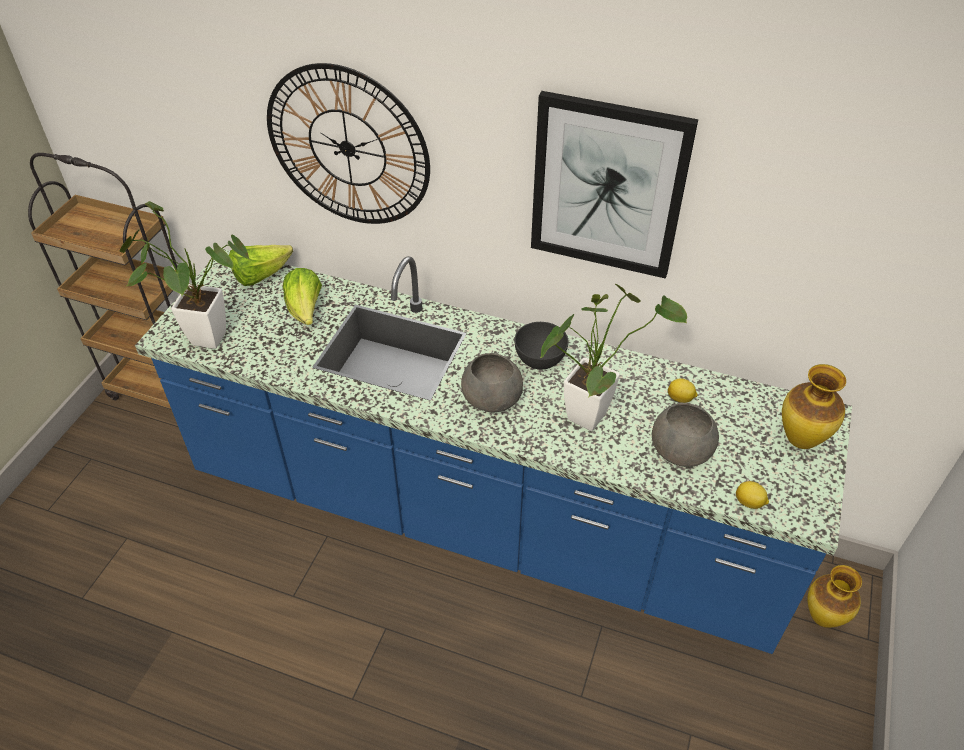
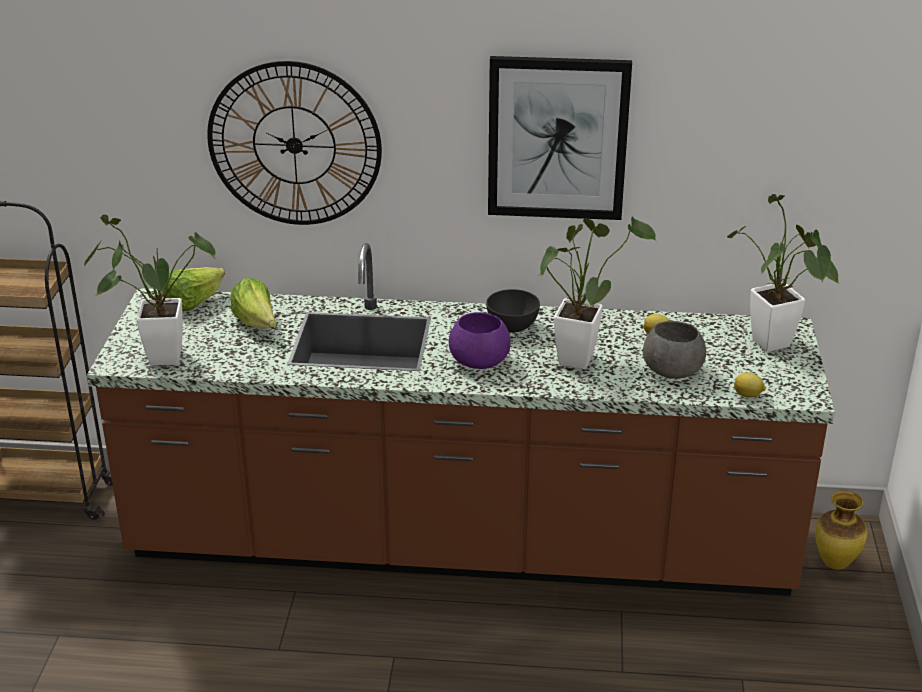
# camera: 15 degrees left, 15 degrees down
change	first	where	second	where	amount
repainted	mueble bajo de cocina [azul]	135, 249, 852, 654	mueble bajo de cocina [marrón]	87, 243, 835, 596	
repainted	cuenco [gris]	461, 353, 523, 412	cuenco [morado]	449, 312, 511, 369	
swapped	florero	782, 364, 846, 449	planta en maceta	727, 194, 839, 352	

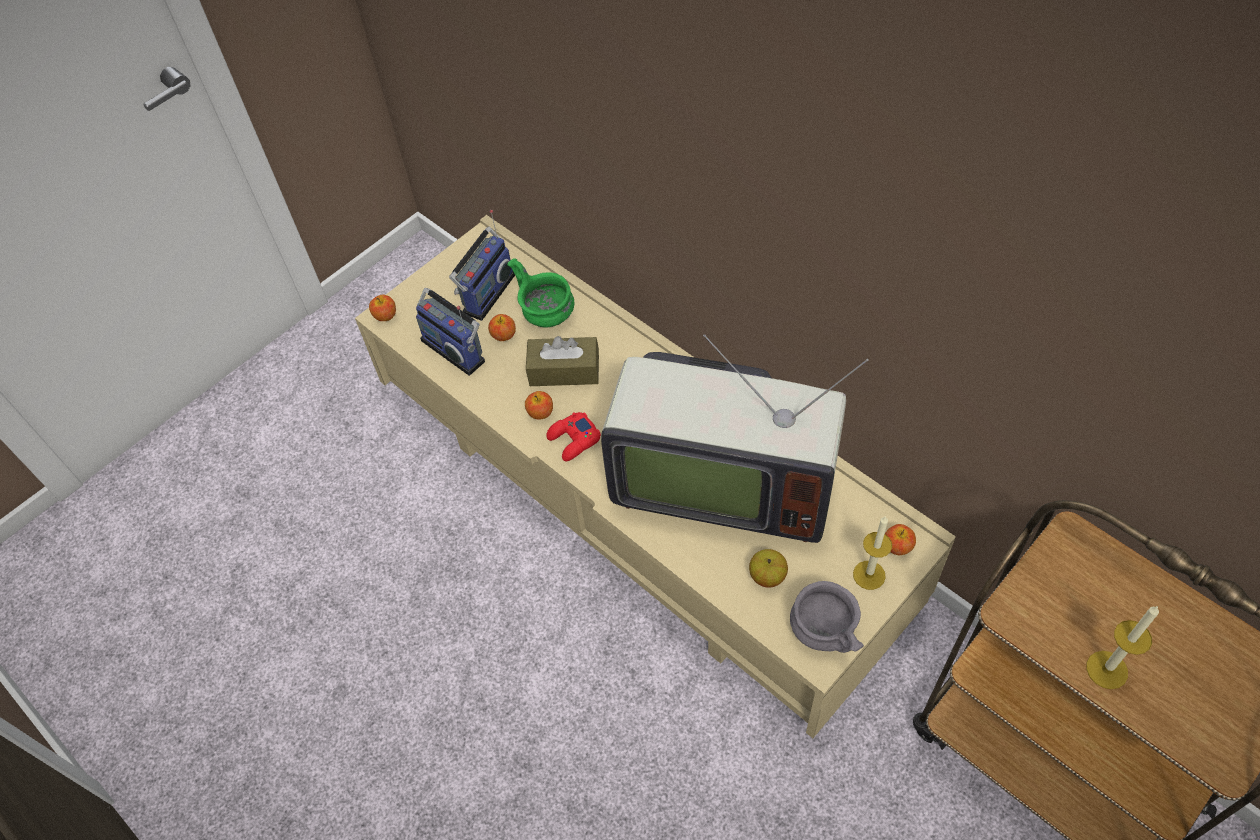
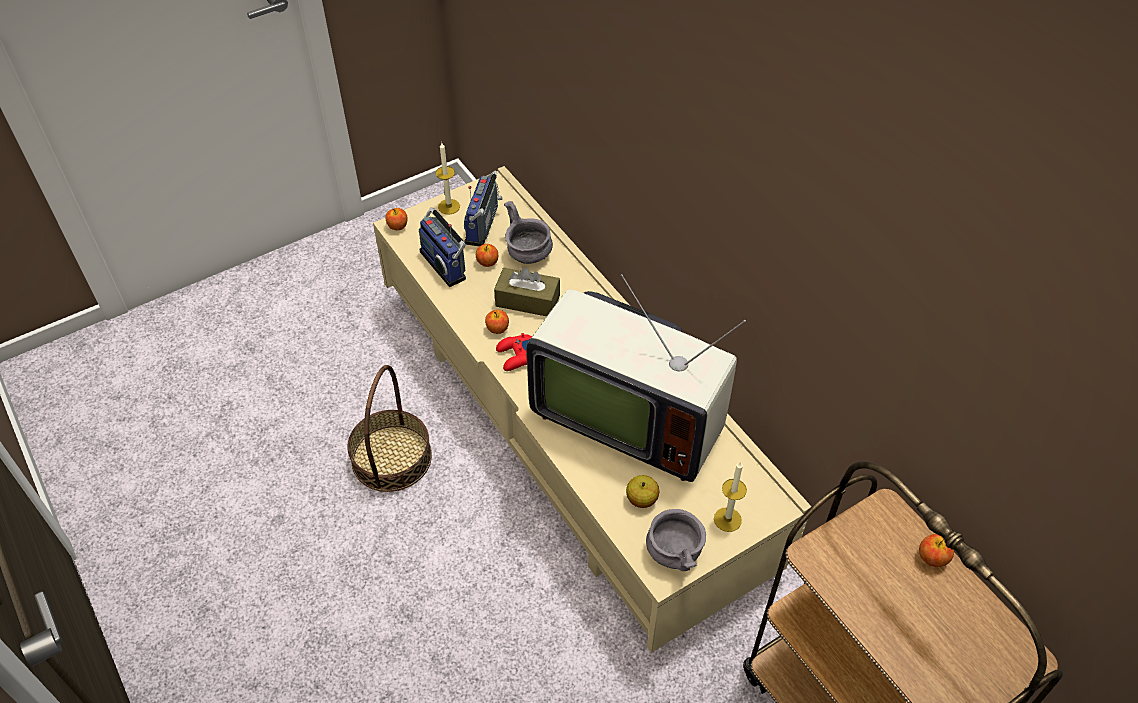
# camera: 10 degrees right, 5 degrees down
change	first	where	second	where	amount
new			cesta	347, 365, 432, 492	
shifted	vela	1086, 606, 1159, 689		435, 143, 460, 215	
rotated	radio	449, 210, 515, 321		464, 171, 503, 246	150 degrees clockwise
repainted	cuenco [verde]	507, 259, 575, 328	cuenco [gris]	504, 201, 553, 264	
shifted	manzana	885, 524, 916, 555		919, 534, 954, 567	

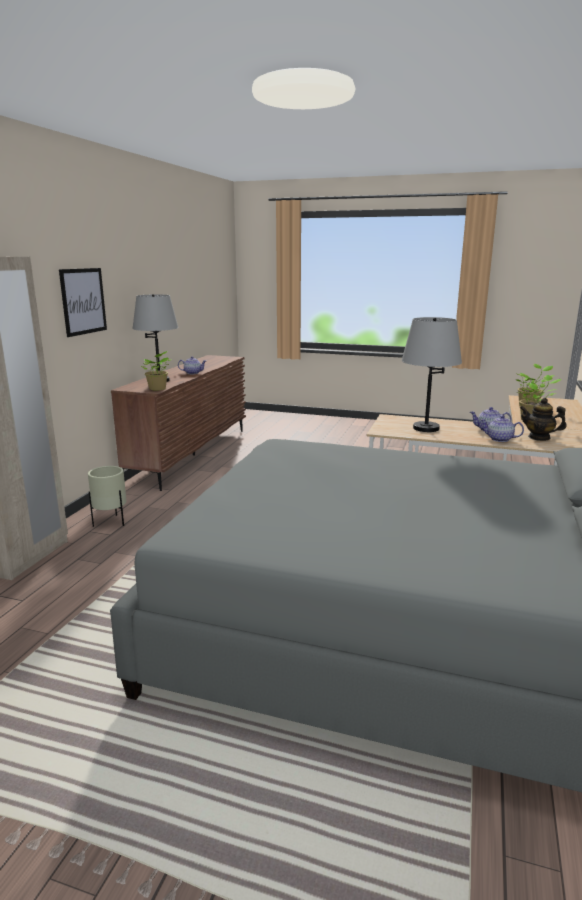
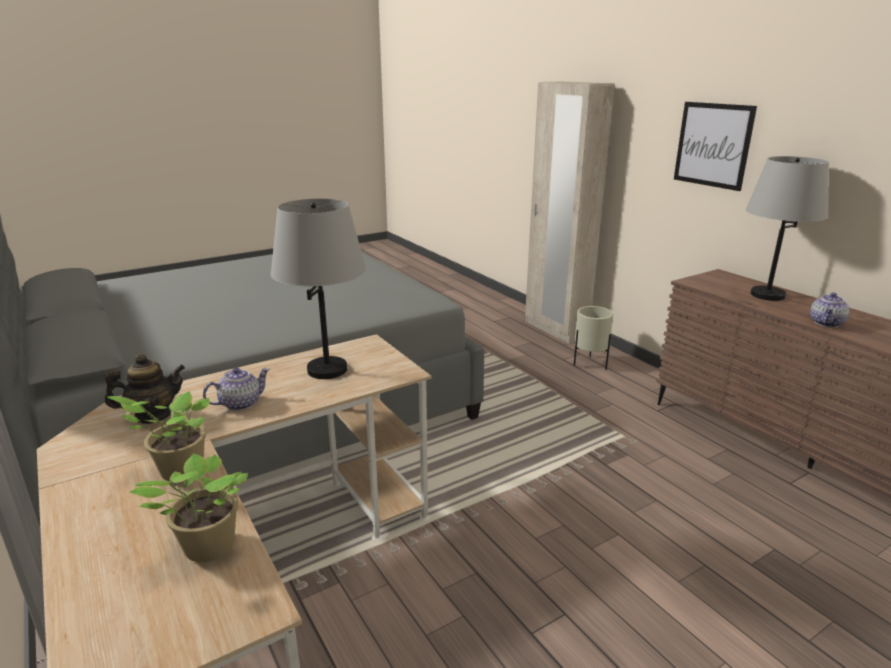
# camera: 130 degrees right, 5 degrees up
change	first	where	second	where	amount
gone	planta en maceta	141, 351, 172, 391			
gone	tetera	480, 415, 524, 442			

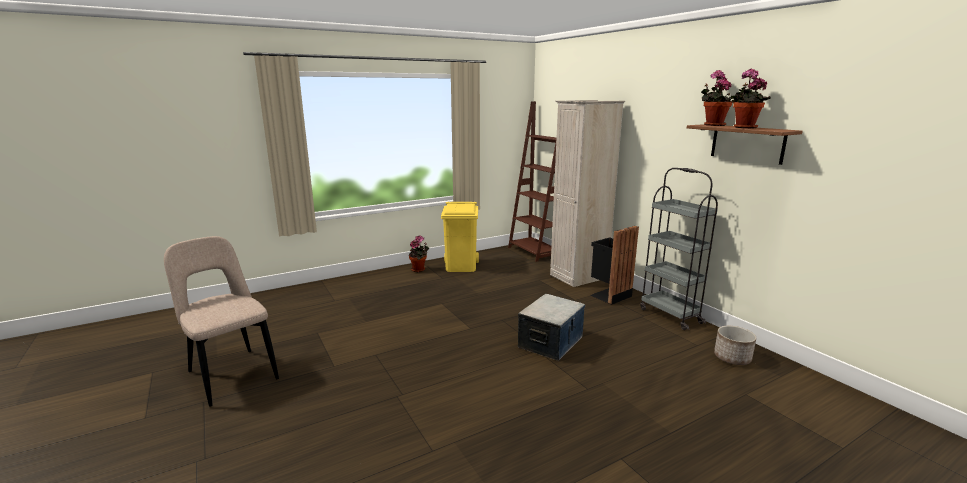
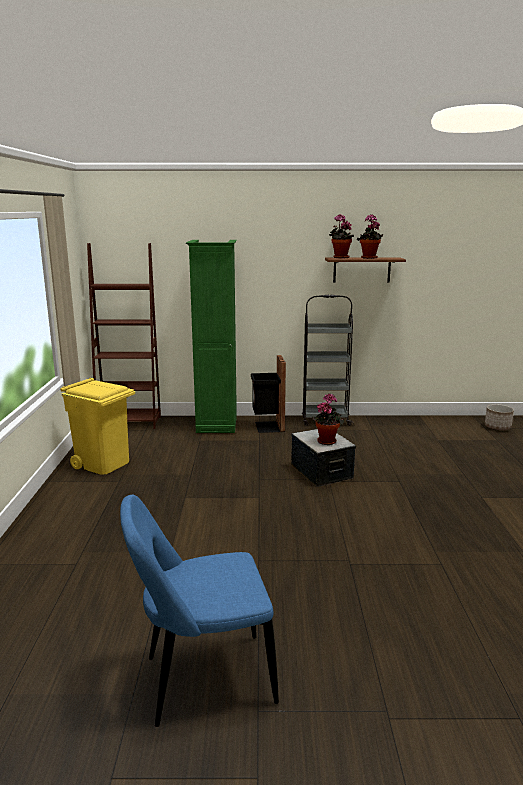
# camera: 60 degrees left, 0 degrees up
change	first	where	second	where	amount
repainted	silla [beis]	164, 236, 279, 407	silla [azul]	120, 495, 279, 727	
repainted	armario [beis]	550, 100, 625, 287	armario [verde]	186, 240, 237, 433	
shifted	planta en maceta	409, 235, 429, 272		312, 393, 344, 445	
shifted	maceta	714, 326, 756, 365		485, 404, 514, 430	

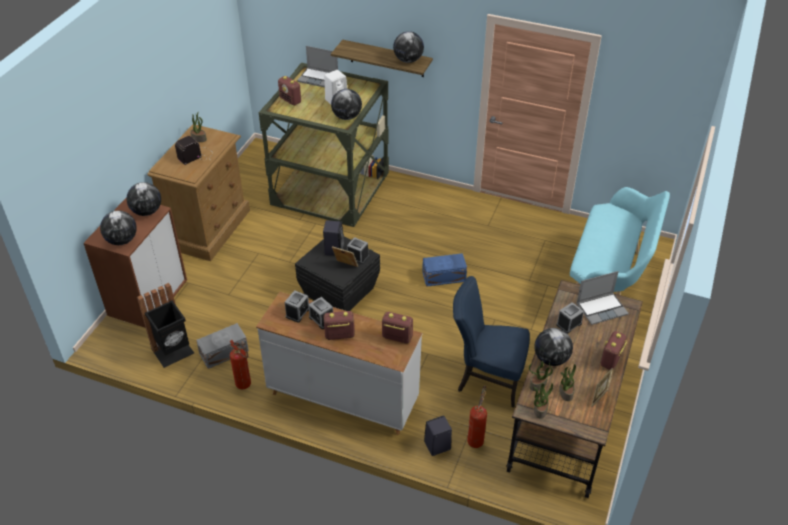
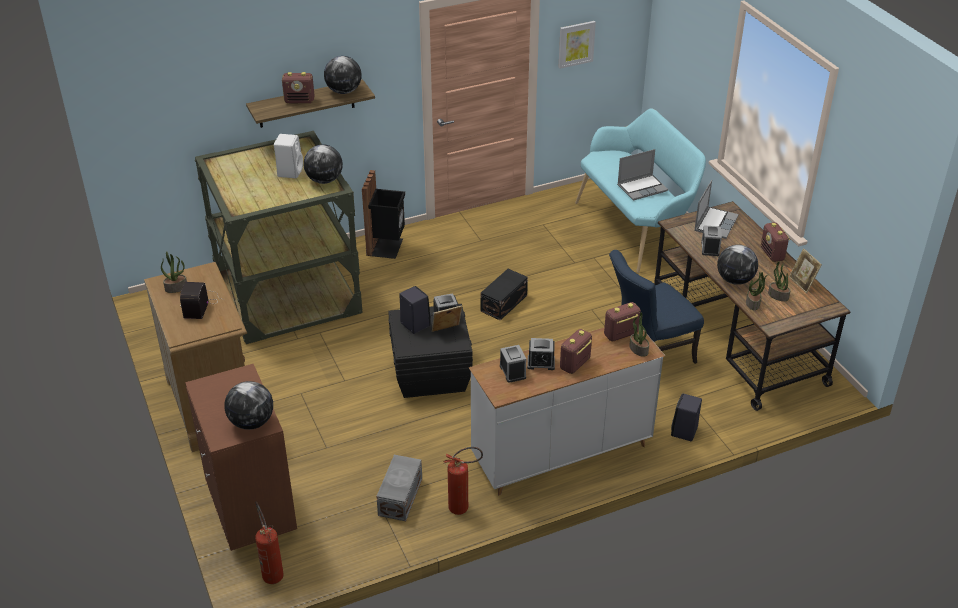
# camera: 45 degrees left, 5 degrees down
change	first	where	second	where	amount
shifted	extintor	467, 385, 487, 448		255, 501, 284, 584	
shifted	radio	278, 76, 301, 106		282, 72, 315, 103	
shifted	papelera [negro]	137, 283, 194, 368		362, 170, 405, 259	
repainted	caja de almacenaje [azul]	422, 253, 467, 287	caja de almacenaje [negro]	480, 269, 528, 320	
new			cuadro	559, 21, 596, 69	
shifted	portátil	297, 46, 338, 87		617, 149, 668, 200	
shifted	planta en maceta	534, 382, 553, 419		629, 313, 649, 357	
gone	globo terráqueo	126, 182, 161, 216			

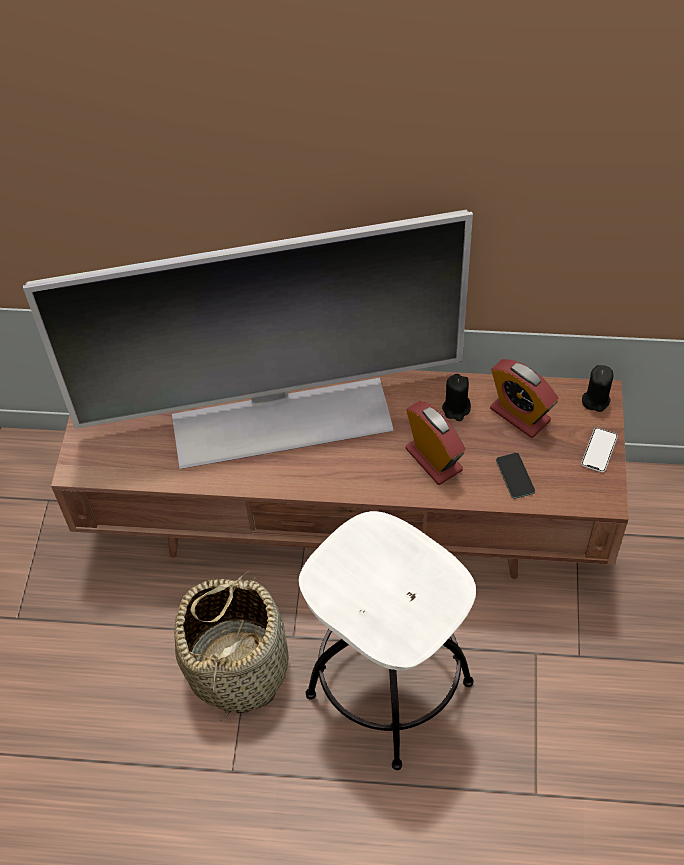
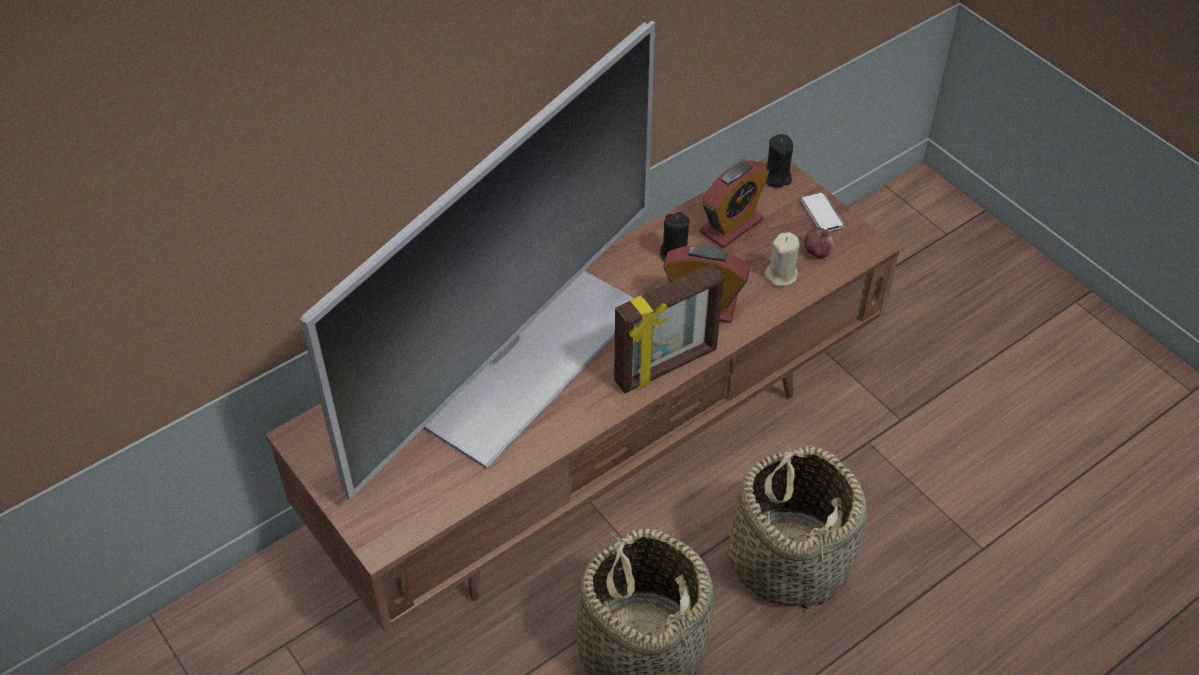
# camera: 45 degrees left, 5 degrees down
change	first	where	second	where	amount
new			portarretratos	614, 263, 724, 393	
rotated	despertador	490, 359, 558, 438		700, 160, 769, 248	45 degrees counterclockwise
swapped	taburete [blanco]	299, 511, 476, 770	cesta	728, 442, 867, 615	
swapped	móvil	496, 453, 535, 499	vela [beis]	764, 232, 800, 286	
new			manzana	804, 228, 835, 258	

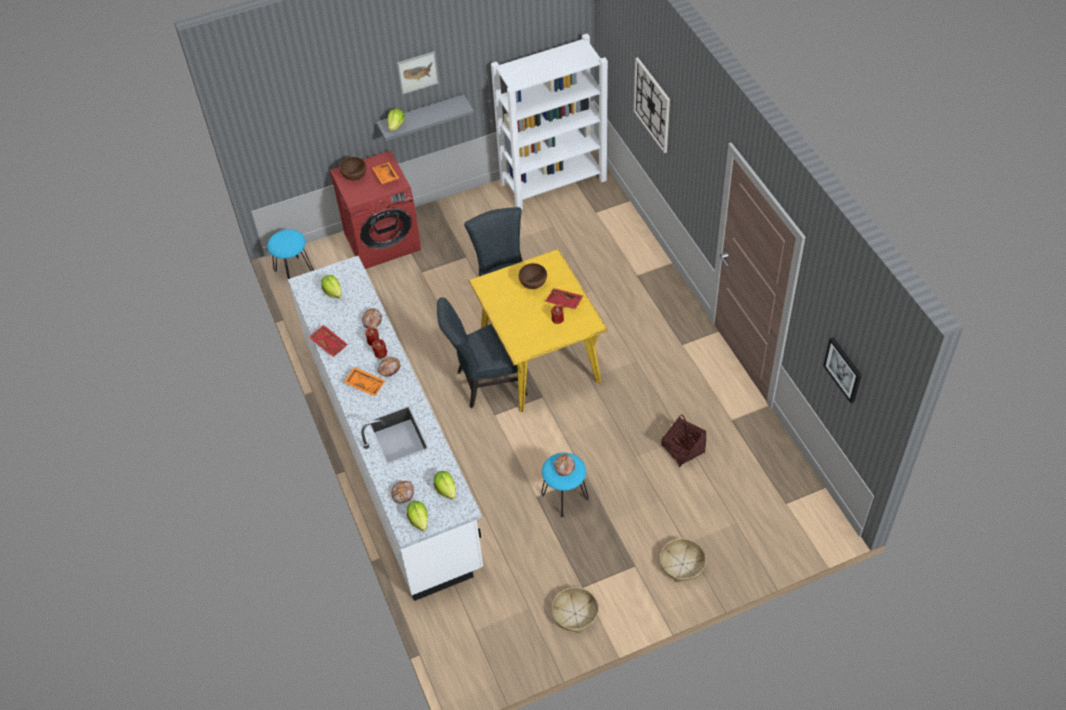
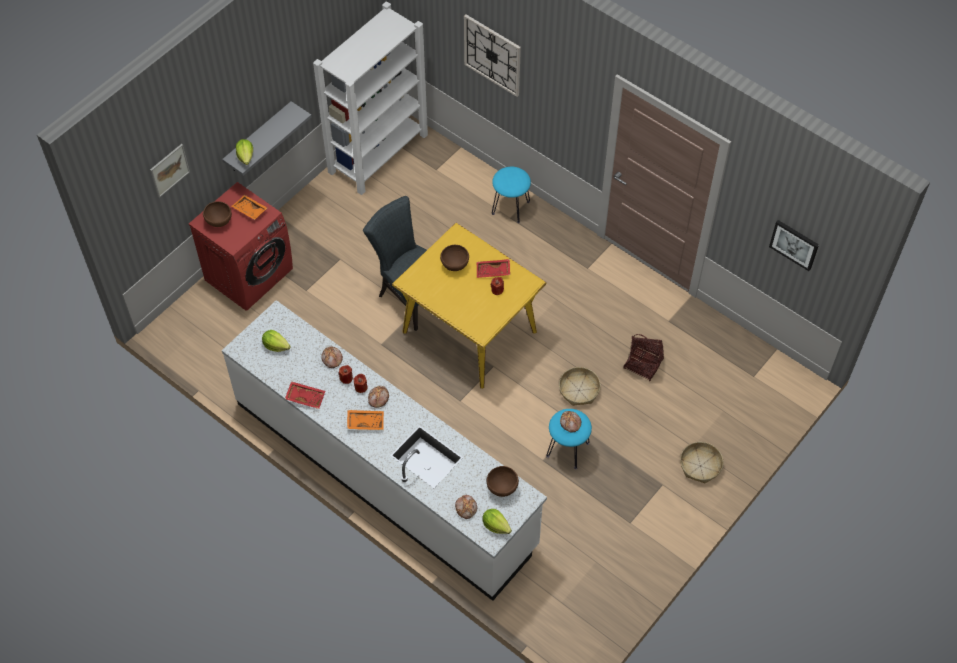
# camera: 30 degrees left, 5 degrees up
change	first	where	second	where	amount
shifted	cuadro	397, 51, 439, 95		150, 144, 190, 198	
swapped	lechuga	434, 471, 456, 500	cuenco [marrón]	487, 466, 519, 497	
shifted	taburete [turquesa]	267, 229, 314, 287		492, 167, 531, 223	
shifted	cesta	552, 587, 599, 633		559, 367, 601, 406	
gone	silla [gris]	437, 297, 528, 408			

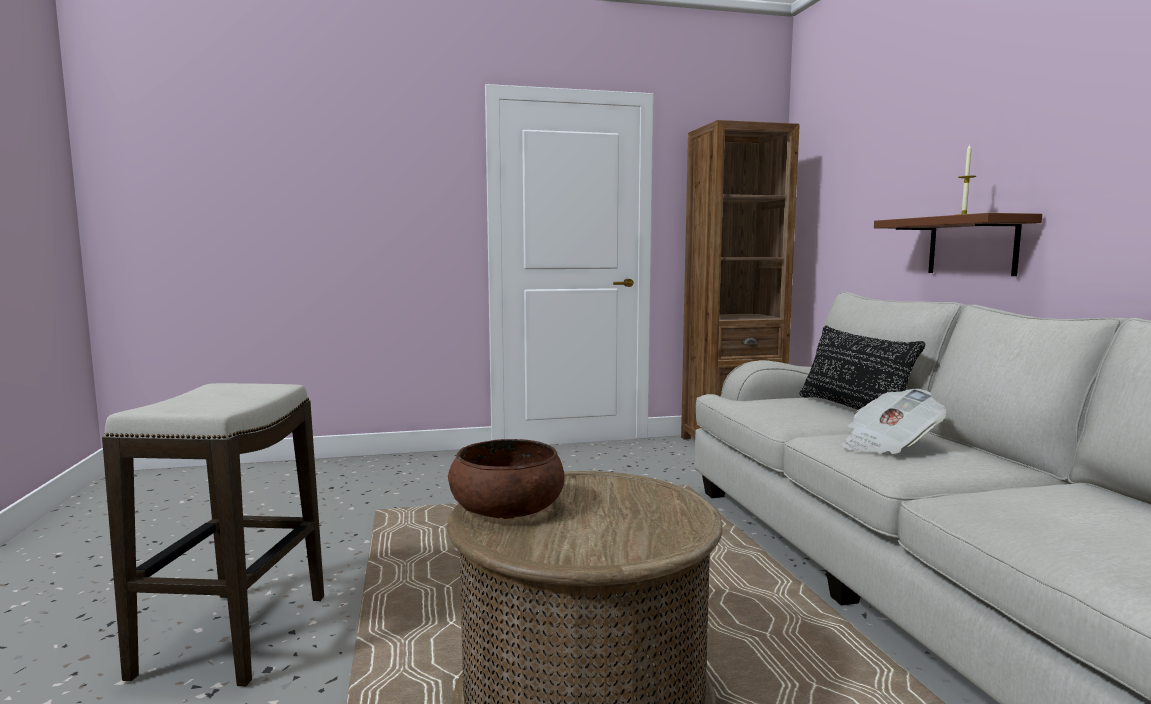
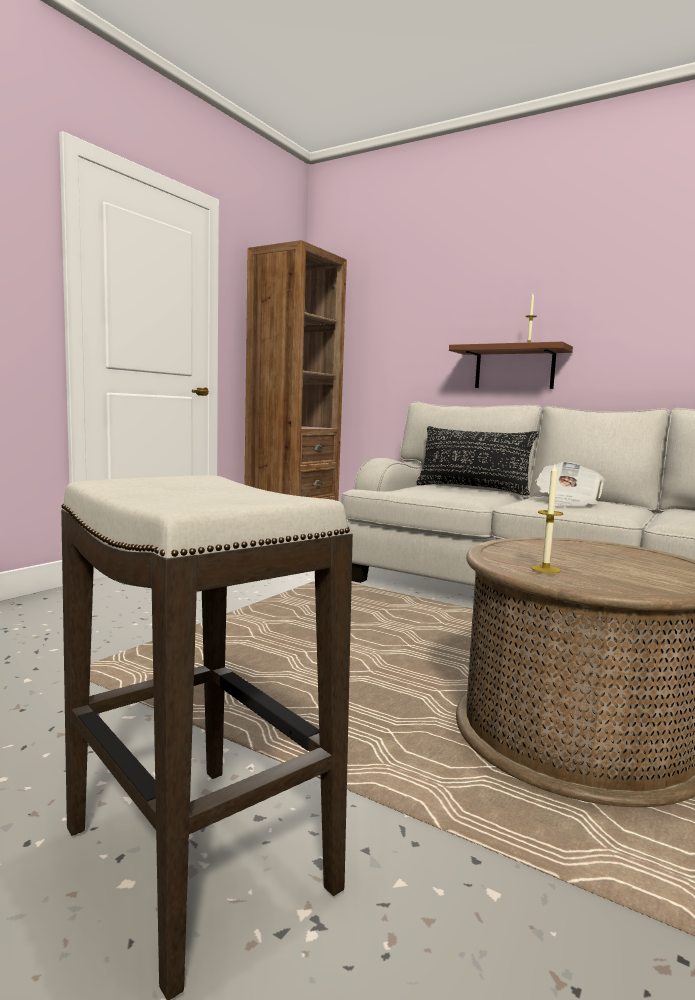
# camera: 45 degrees left, 0 degrees up
change	first	where	second	where	amount
swapped	cuenco [marrón]	448, 439, 565, 519	vela	531, 465, 564, 573	

